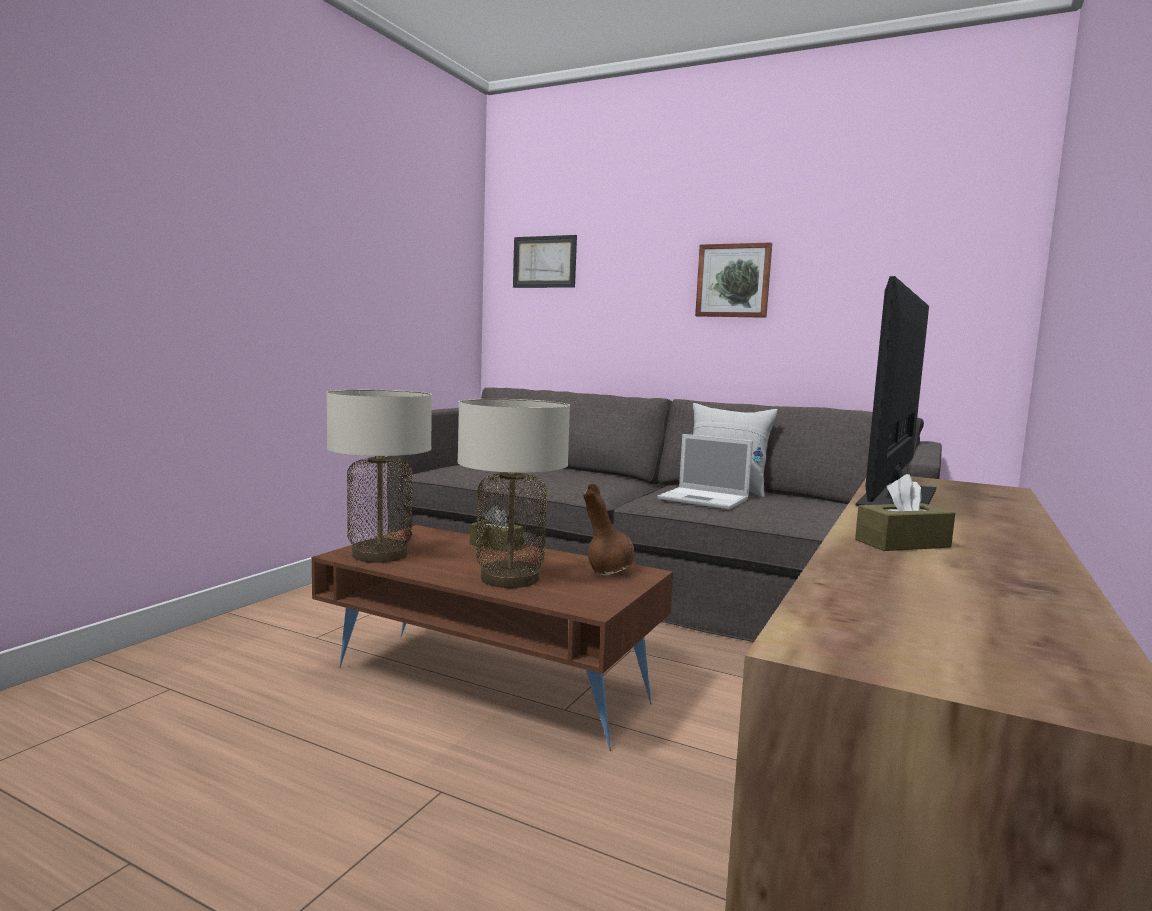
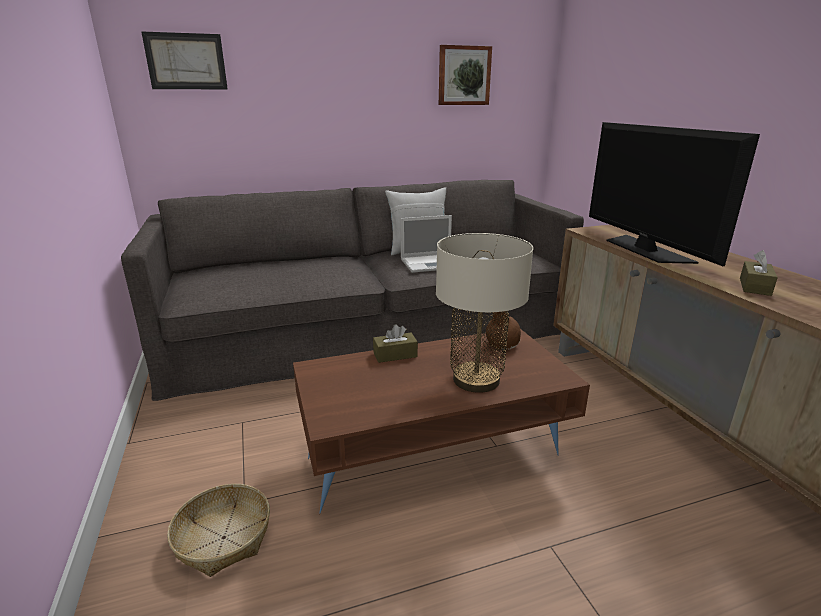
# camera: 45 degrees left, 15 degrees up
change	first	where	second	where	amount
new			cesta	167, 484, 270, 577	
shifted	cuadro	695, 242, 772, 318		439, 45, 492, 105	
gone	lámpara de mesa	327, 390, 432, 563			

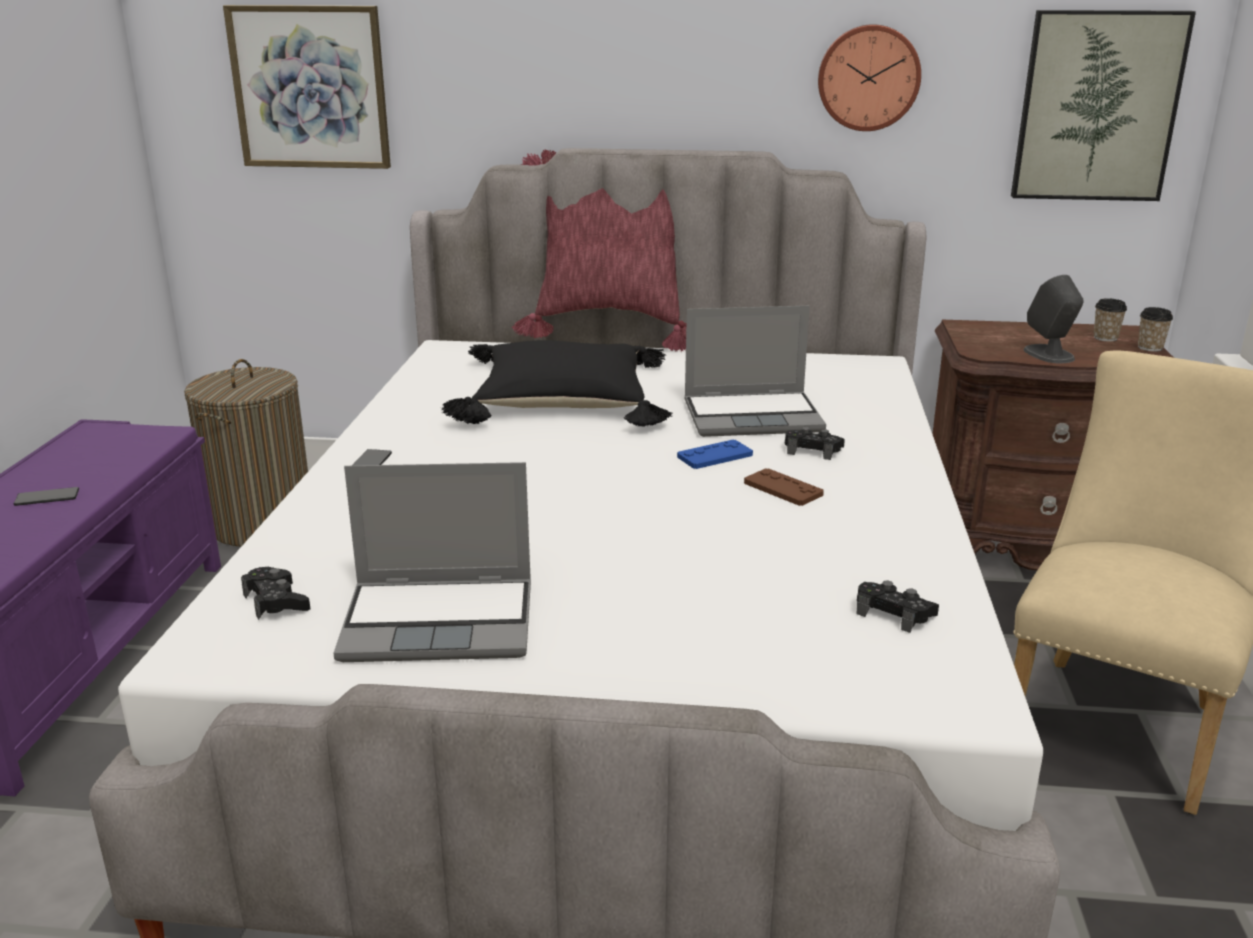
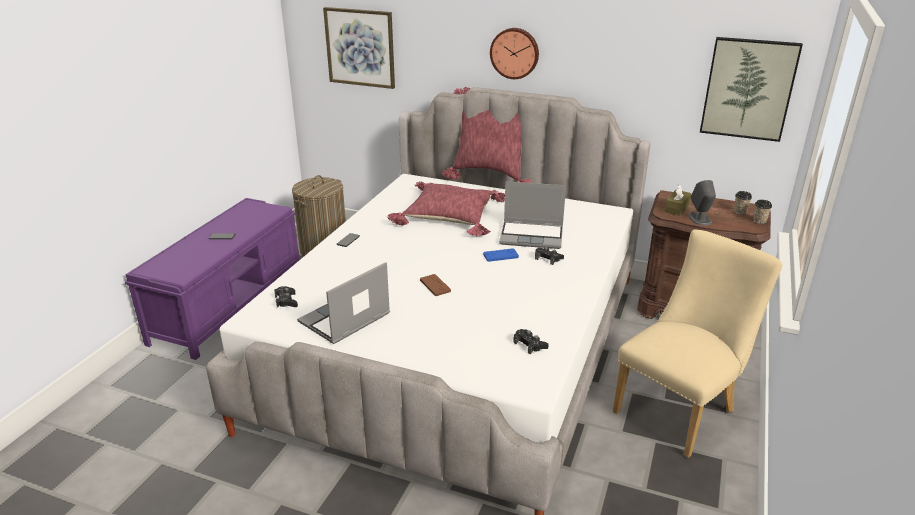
# camera: 15 degrees right, 5 degrees up
change	first	where	second	where	amount
rotated	portátil	333, 462, 531, 662		297, 262, 390, 344	120 degrees clockwise
repainted	cojín [negro]	441, 340, 672, 427	cojín [rojo]	387, 181, 505, 236	
shifted	mando de consola [marrón]	744, 468, 824, 506		420, 274, 451, 296	
shifted	reloj de pared	818, 24, 921, 131		490, 28, 539, 79	
new			caja de pañuelos [marrón]	664, 184, 691, 216	

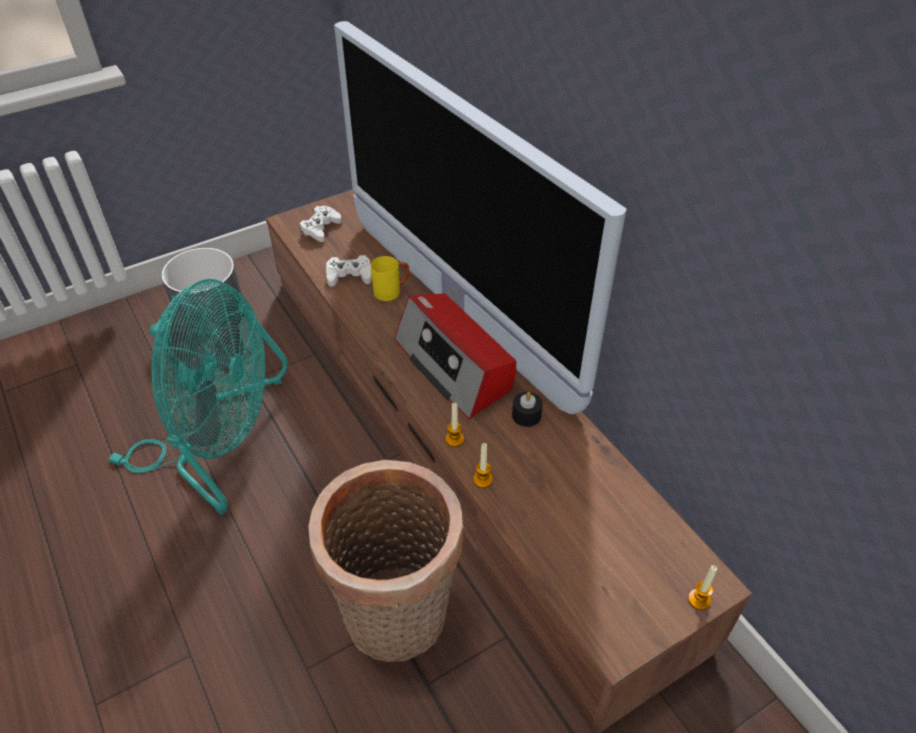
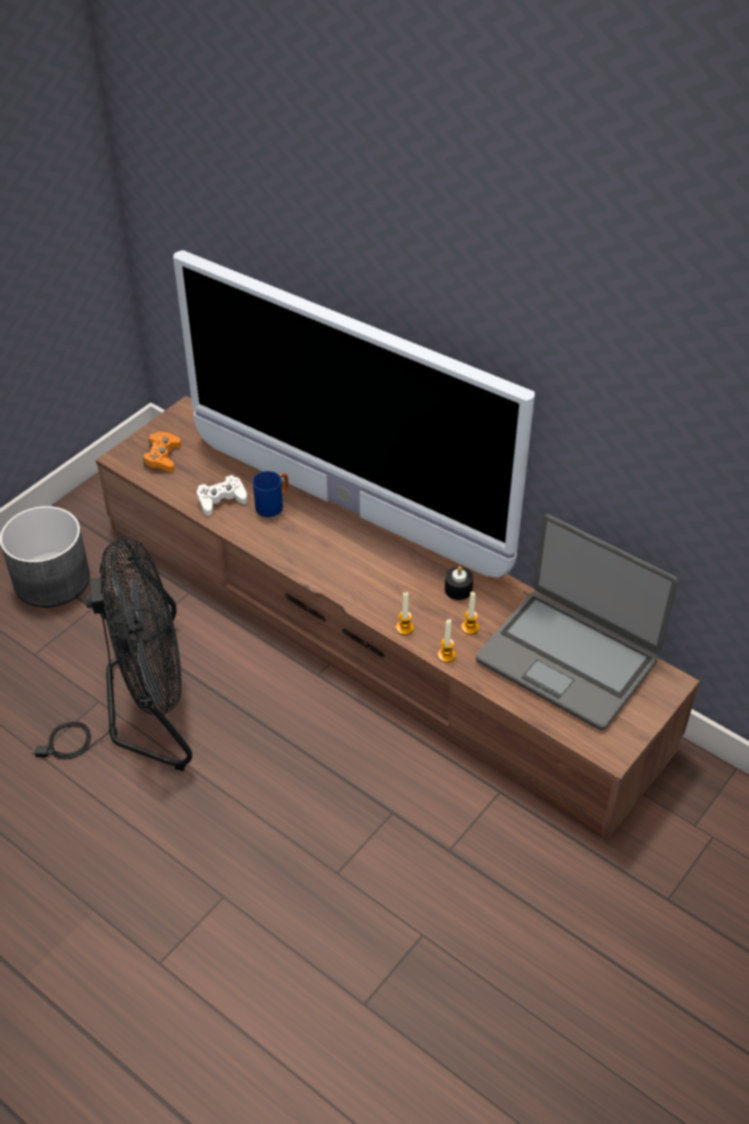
# camera: 20 degrees left, 0 degrees up
change	first	where	second	where	amount
repainted	ventilador [turquesa]	108, 279, 288, 515	ventilador [negro]	32, 537, 192, 771	
repainted	mando de consola [blanco]	300, 206, 342, 242	mando de consola [naranja]	143, 432, 181, 472	
repainted	taza grande [amarillo]	371, 256, 409, 301	taza grande [azul]	253, 471, 288, 517	
shifted	vela	688, 565, 717, 610		461, 592, 479, 634	
new			portátil	476, 514, 678, 730	
gone	cesta	308, 460, 463, 662			
gone	radio	394, 294, 516, 420			

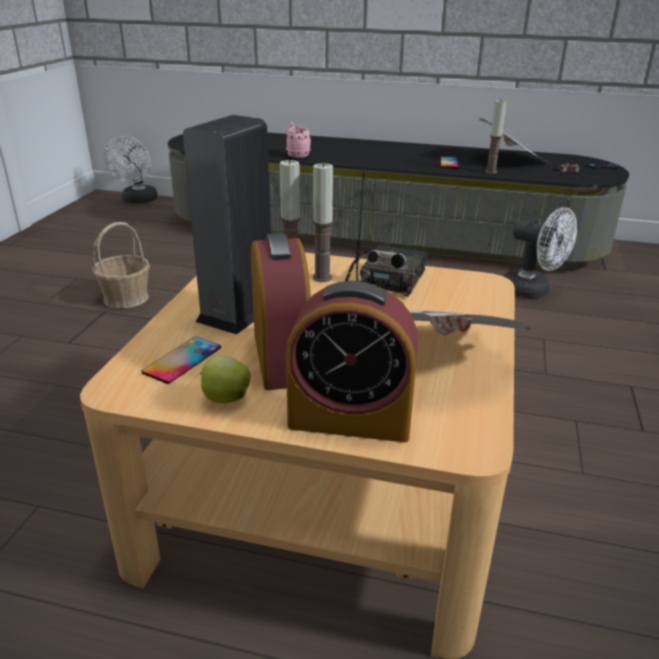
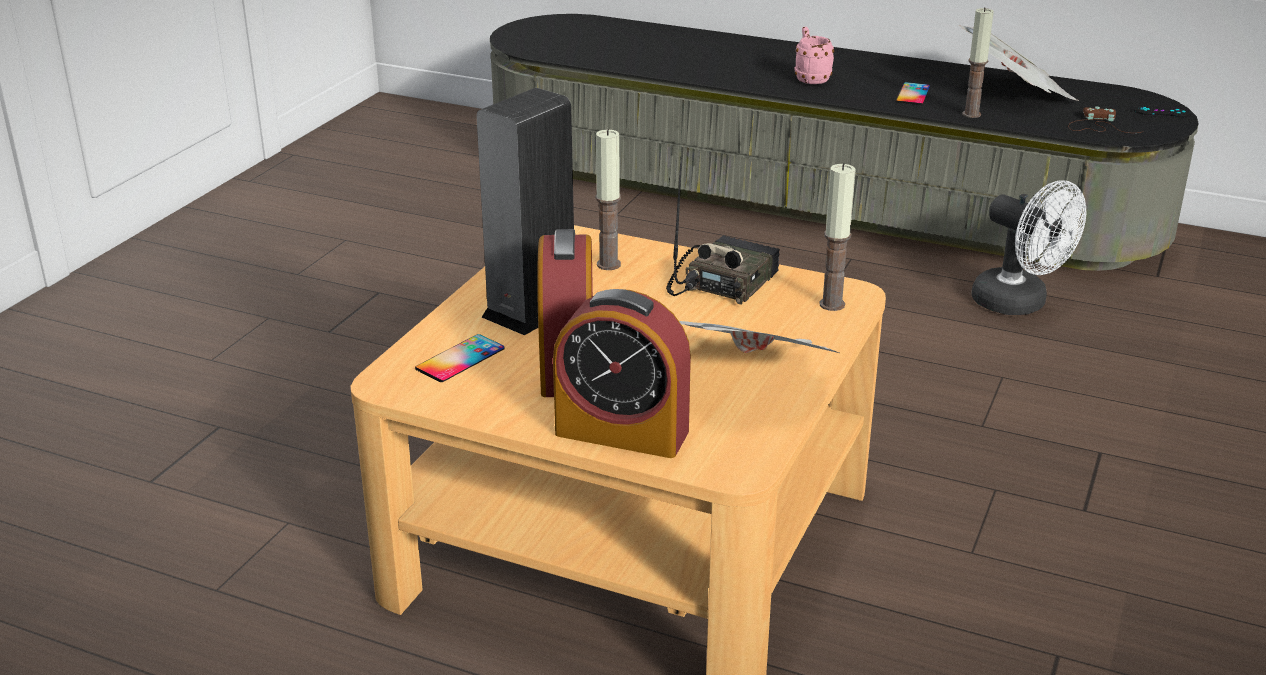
# camera: 10 degrees right, 0 degrees up
change	first	where	second	where	amount
shifted	taza grande [rosa]	286, 122, 311, 158		794, 27, 834, 84	
shifted	vela	312, 162, 333, 282		819, 163, 856, 311	
gone	cesta	92, 222, 150, 309			
gone	ventilador [blanco]	104, 136, 158, 204			
gone	manzana	200, 356, 251, 403			

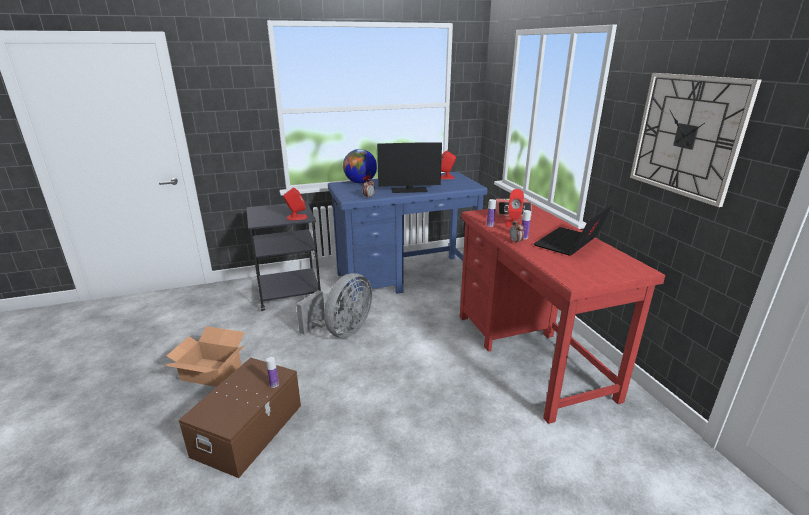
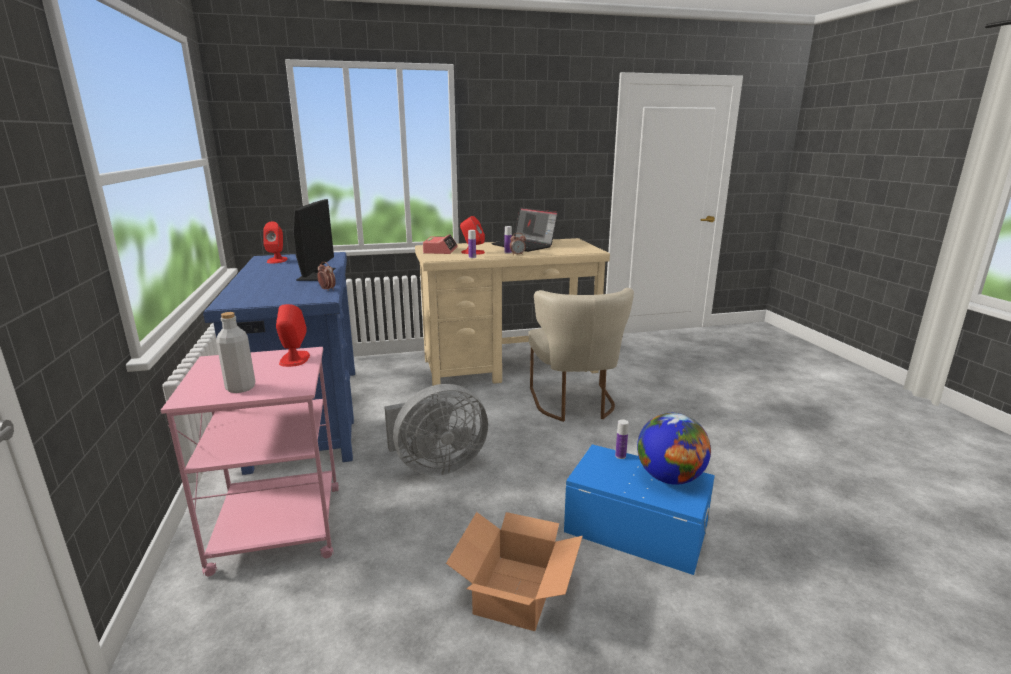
# camera: 85 degrees left, 5 degrees down
change	first	where	second	where	amount
repainted	carrito [negro]	247, 201, 321, 311	carrito [rosa]	161, 347, 339, 576	
new			botella [gris]	216, 312, 255, 393	
rotated	ventilador [gris]	296, 273, 372, 338		384, 384, 488, 476	120 degrees clockwise
repainted	escritorio [rojo]	460, 204, 665, 424	escritorio [beis]	415, 238, 610, 386	
new			silla [beis]	528, 288, 634, 422	
repainted	caja de almacenaje [marrón]	179, 358, 301, 478	caja de almacenaje [azul]	564, 444, 715, 575	
shifted	globo terráqueo	343, 149, 377, 184		637, 413, 711, 485	
gone	reloj de pared	630, 73, 761, 207			

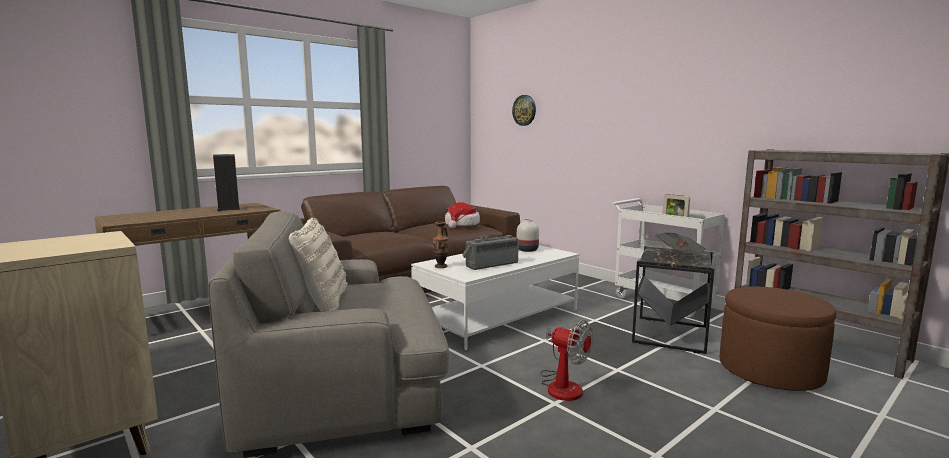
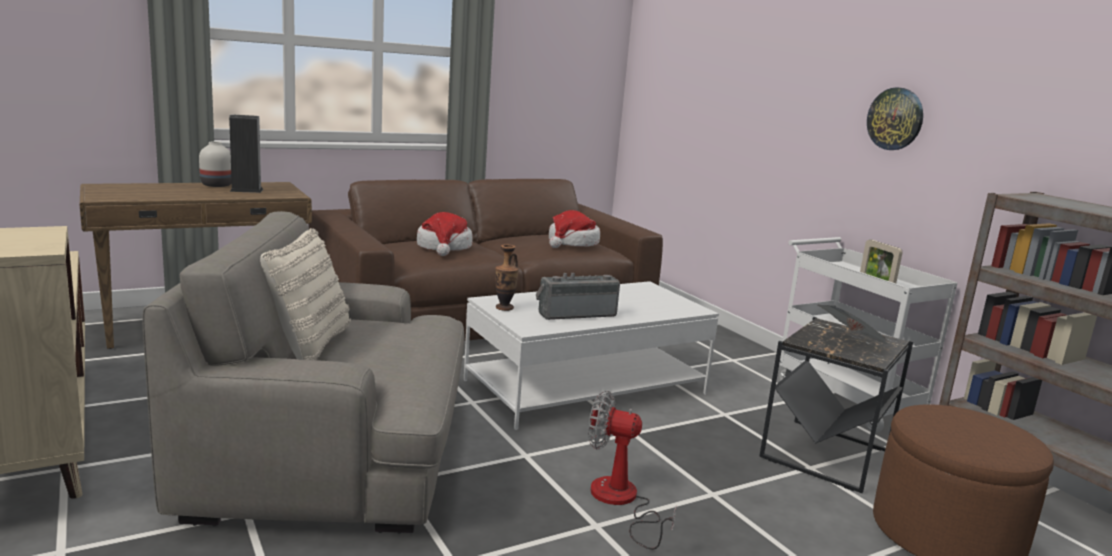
# camera: 10 degrees right, 5 degrees up
change	first	where	second	where	amount
shifted	florero [blanco]	517, 219, 539, 252		199, 141, 232, 187	
new			sombrero	417, 212, 473, 256	
rotated	ventilador	540, 320, 593, 401		588, 391, 677, 550	150 degrees clockwise
shifted	reloj de pared	512, 95, 536, 126		867, 87, 923, 150	

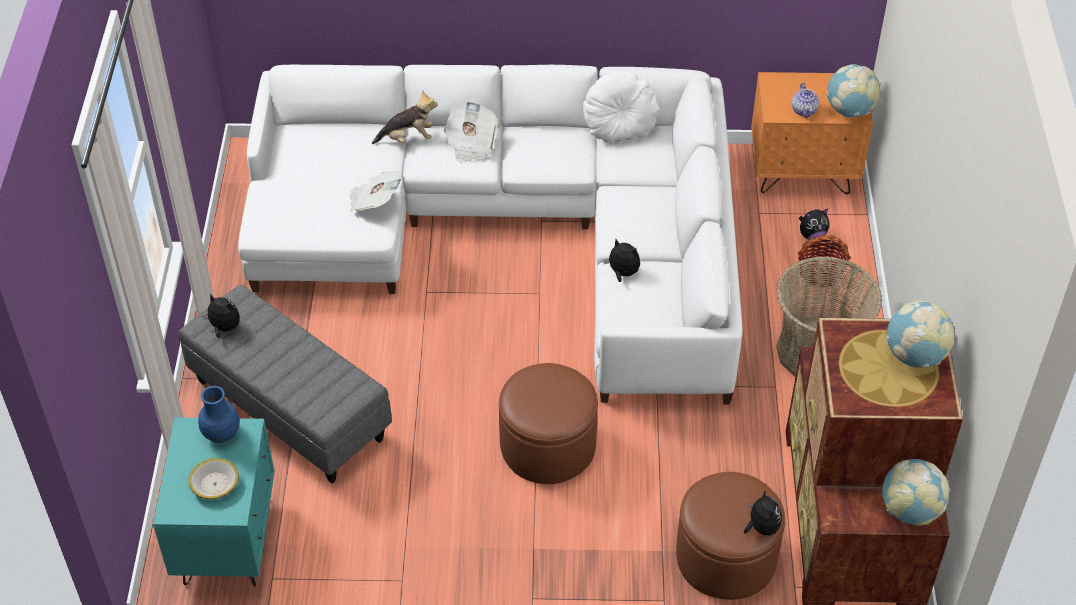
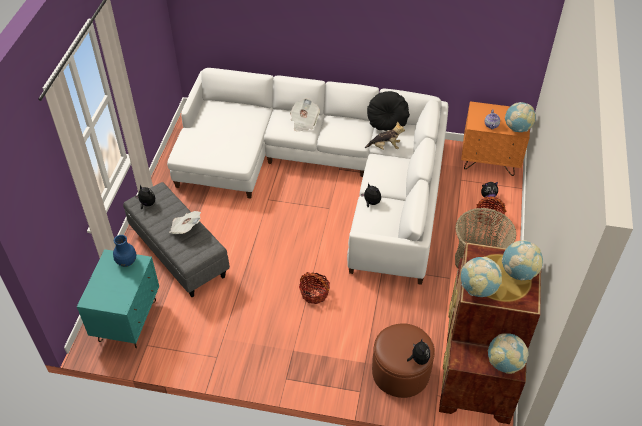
# camera: 10 degrees right, 0 degrees up
change	first	where	second	where	amount
shifted	periódico	350, 170, 402, 211		169, 211, 201, 234	
swapped	puf [marrón]	499, 363, 598, 484	cesta	299, 272, 330, 304	
shifted	peluche	372, 90, 438, 144		365, 121, 405, 150	
repainted	cojín [blanco]	583, 71, 660, 143	cojín [negro]	367, 91, 410, 131	
new			globo terráqueo	461, 257, 502, 297	
gone	cuenco	189, 458, 239, 499			

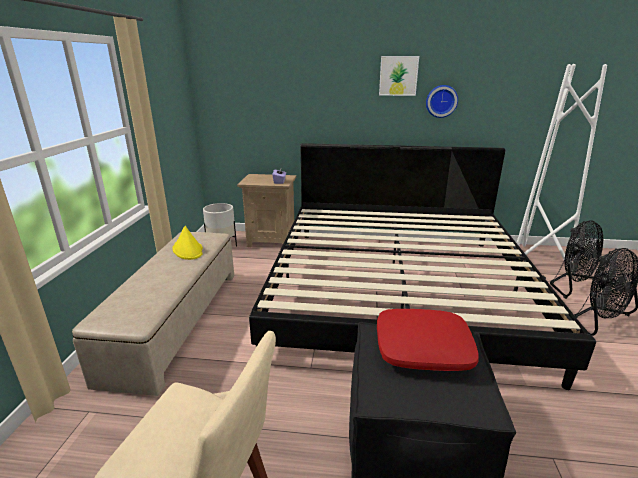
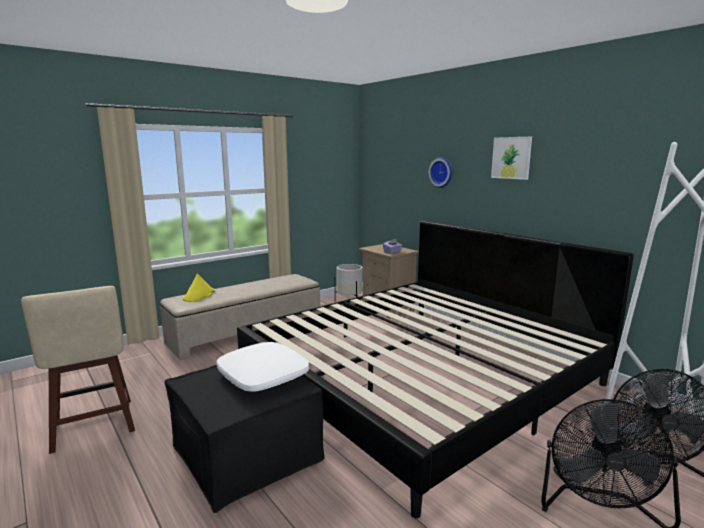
# camera: 45 degrees right, 10 degrees down
change	first	where	second	where	amount
shifted	sombrero [amarillo]	172, 226, 203, 260		183, 274, 215, 302	
repainted	cojín [rojo]	377, 309, 479, 371	cojín [blanco]	216, 342, 309, 392	
shifted	reloj de pared	426, 85, 458, 118		428, 157, 453, 188	

